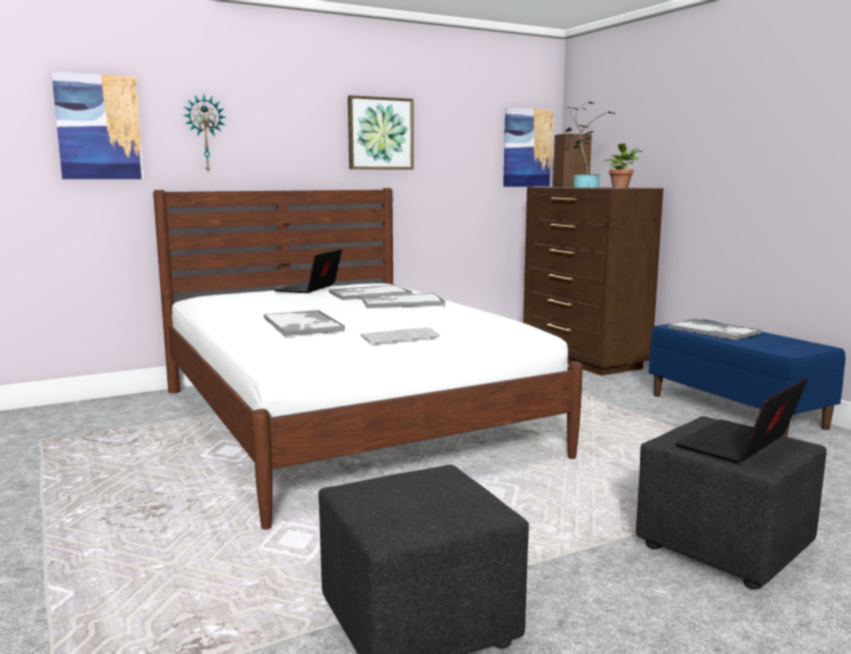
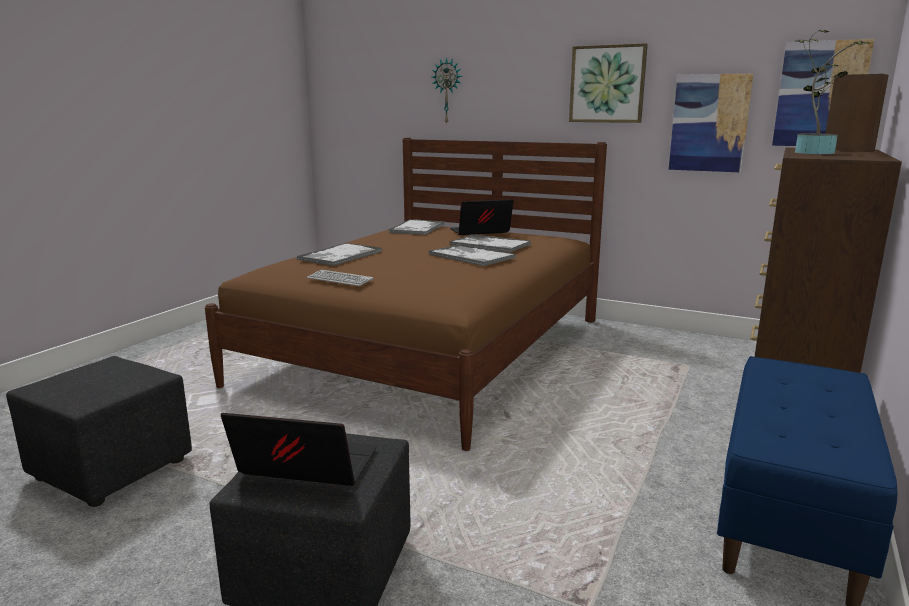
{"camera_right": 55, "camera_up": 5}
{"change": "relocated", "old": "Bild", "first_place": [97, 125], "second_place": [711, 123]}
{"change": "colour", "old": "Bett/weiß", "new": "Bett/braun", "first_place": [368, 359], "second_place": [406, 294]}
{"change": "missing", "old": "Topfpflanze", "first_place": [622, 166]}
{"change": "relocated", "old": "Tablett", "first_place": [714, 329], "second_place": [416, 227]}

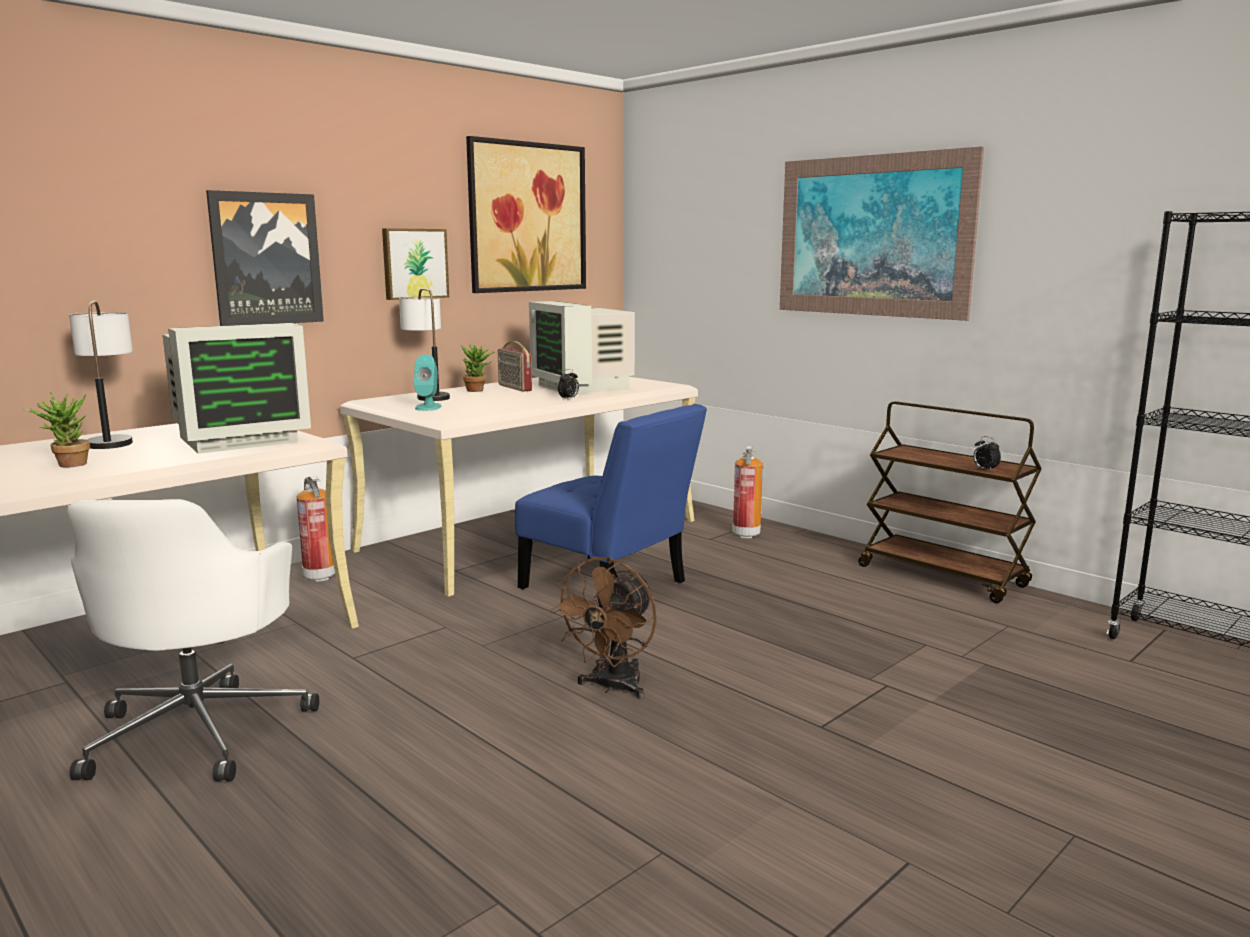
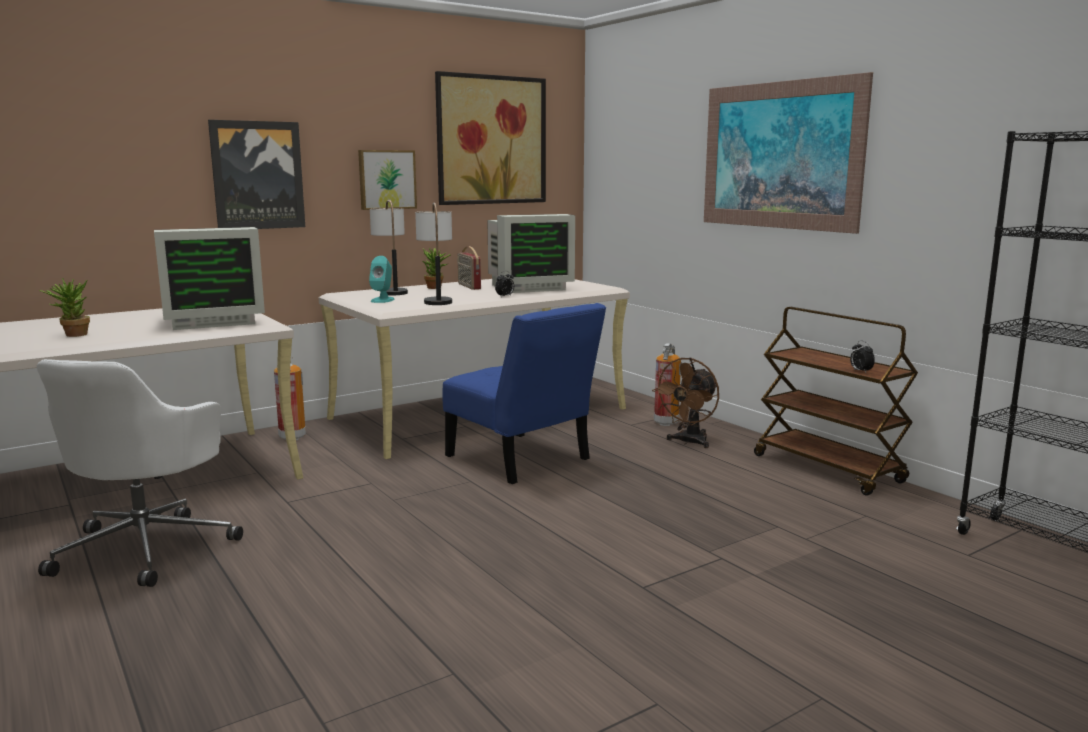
{"camera_right": 10, "camera_up": 0}
{"change": "relocated", "old": "Tischlampe", "first_place": [101, 375], "second_place": [433, 254]}
{"change": "spun", "old": "Monitor", "first_place": [582, 347], "second_place": [531, 253], "degrees": -90}
{"change": "relocated", "old": "Ventilator/braun", "first_place": [603, 628], "second_place": [685, 403]}

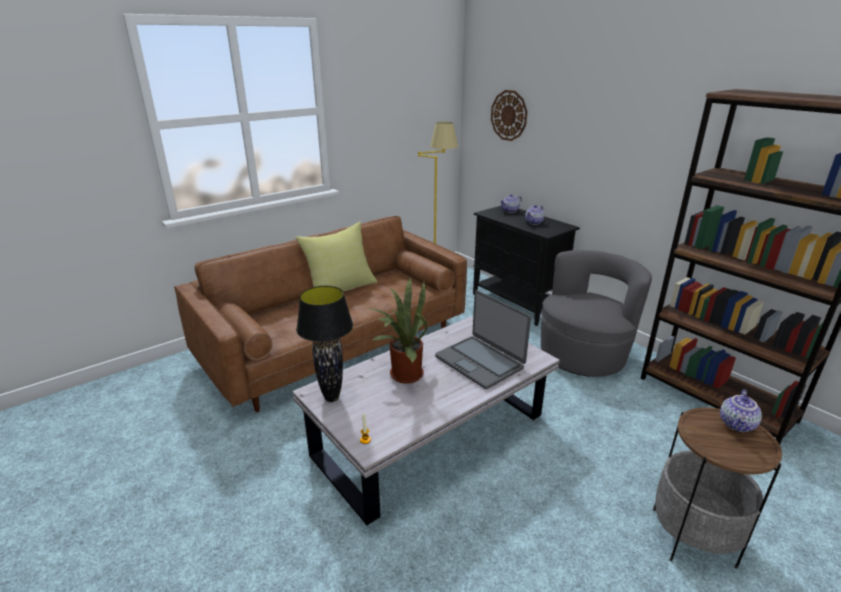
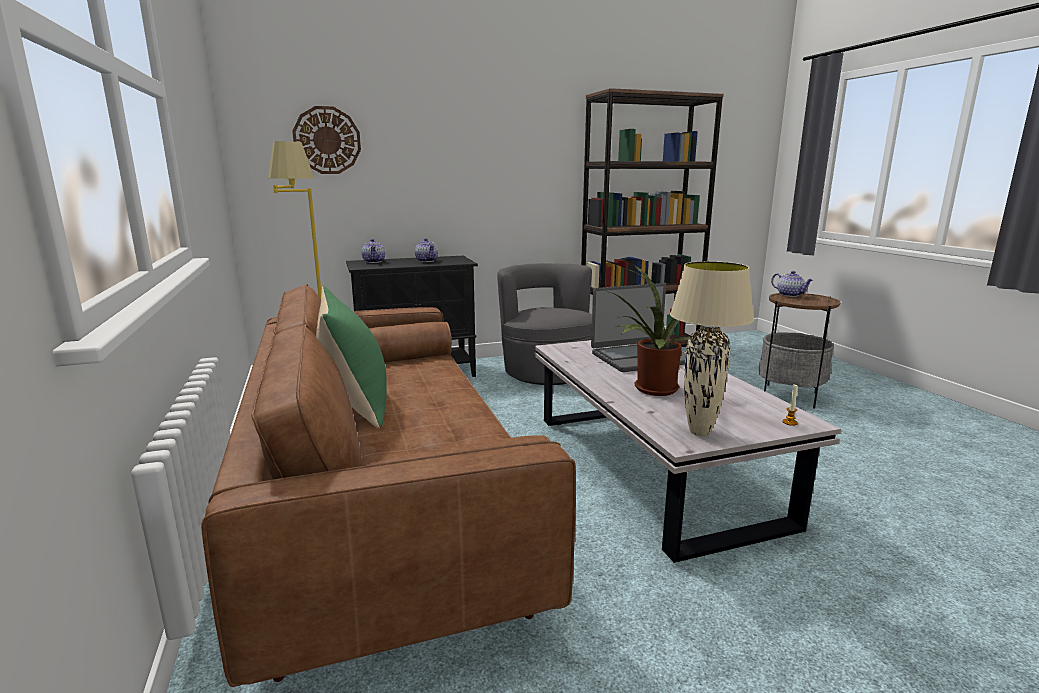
{"camera_right": -70, "camera_up": -10}
{"change": "colour", "old": "Kissen/gelb", "new": "Kissen/grün", "first_place": [337, 257], "second_place": [351, 357]}
{"change": "colour", "old": "Tischlampe/schwarz", "new": "Tischlampe/beige", "first_place": [324, 344], "second_place": [712, 348]}

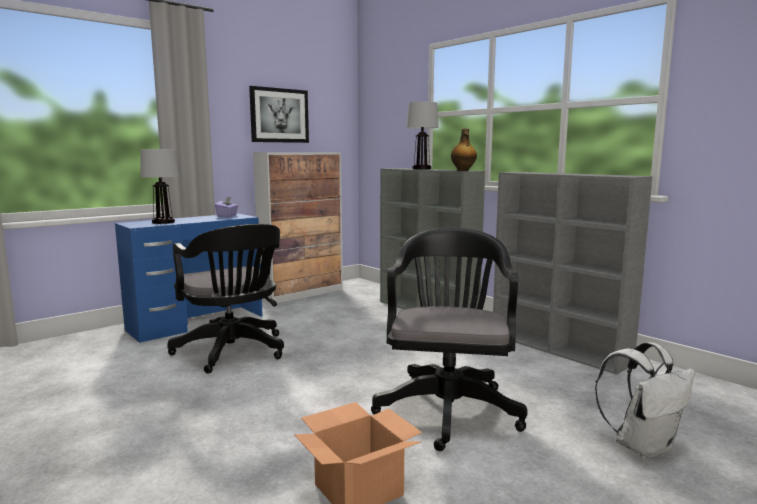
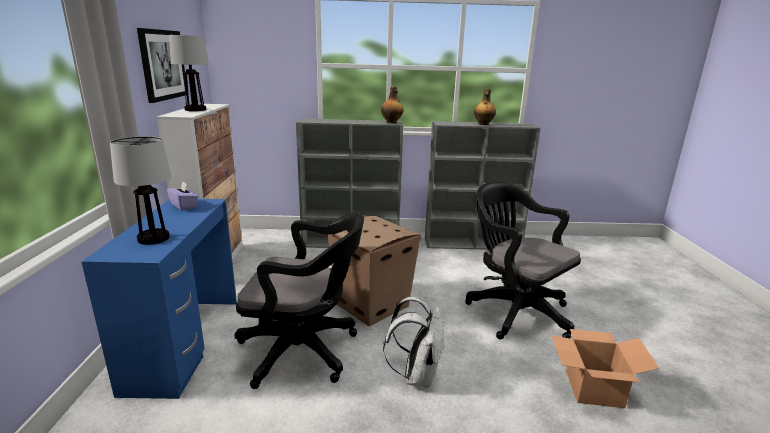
{"camera_right": -50, "camera_up": 10}
{"change": "relocated", "old": "Tischlampe", "first_place": [422, 135], "second_place": [189, 73]}
{"change": "relocated", "old": "Rucksack/weiß", "first_place": [645, 400], "second_place": [413, 342]}
{"change": "appeared", "new": "Karton", "second_place": [374, 271]}
{"change": "appeared", "new": "Flasche", "second_place": [485, 107]}

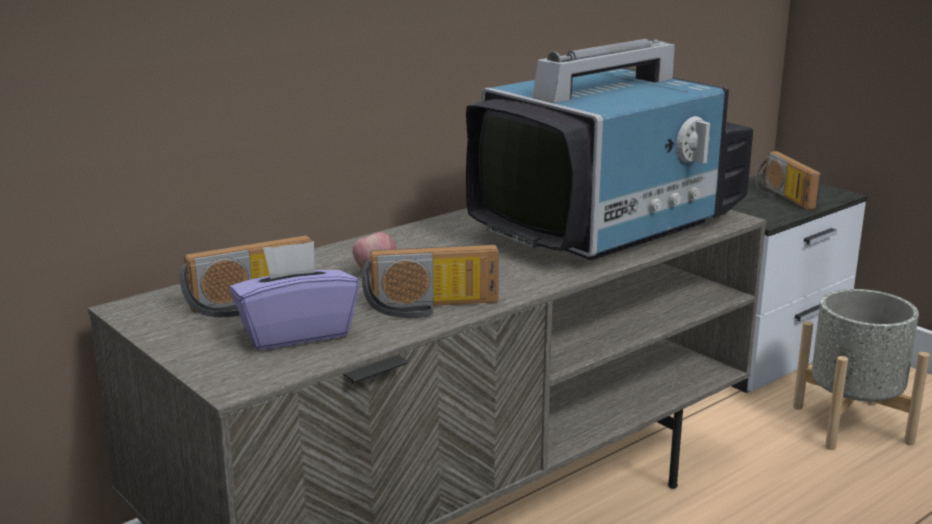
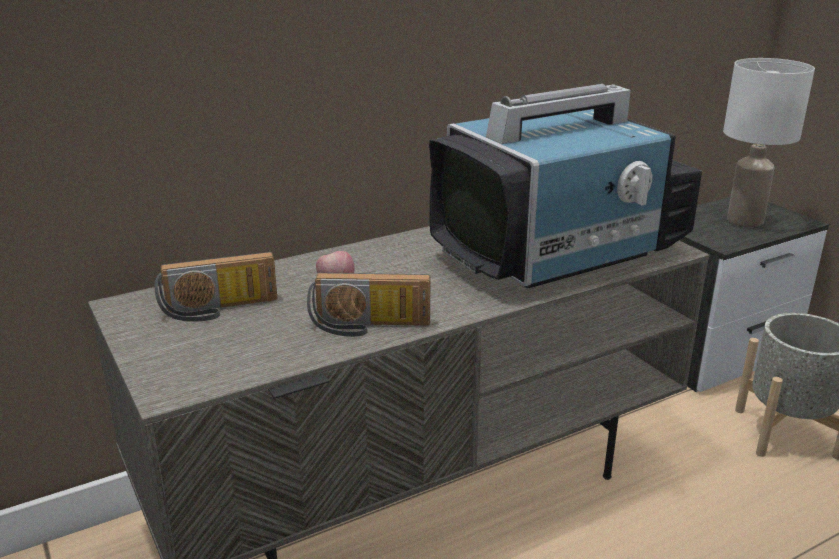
{"camera_right": 10, "camera_up": 5}
{"change": "missing", "old": "Taschentuchbox/lila", "first_place": [294, 295]}
{"change": "exchanged", "old": "Radio", "new": "Tischlampe/weiß", "first_place": [789, 180], "second_place": [769, 142]}

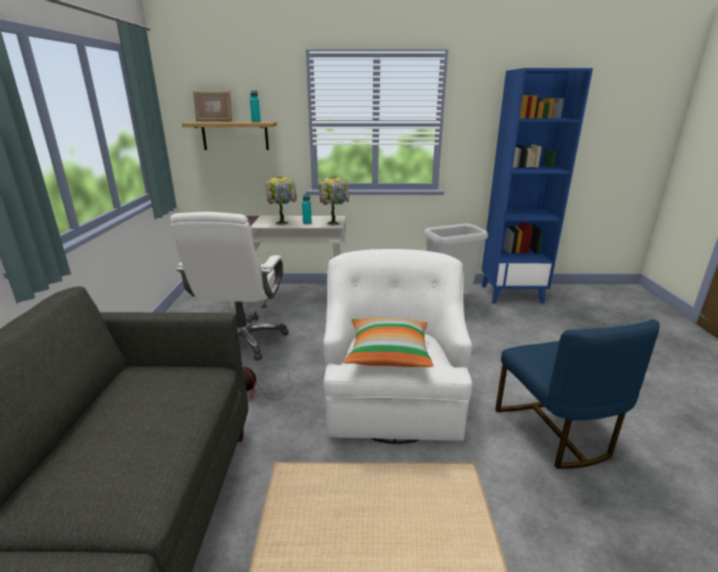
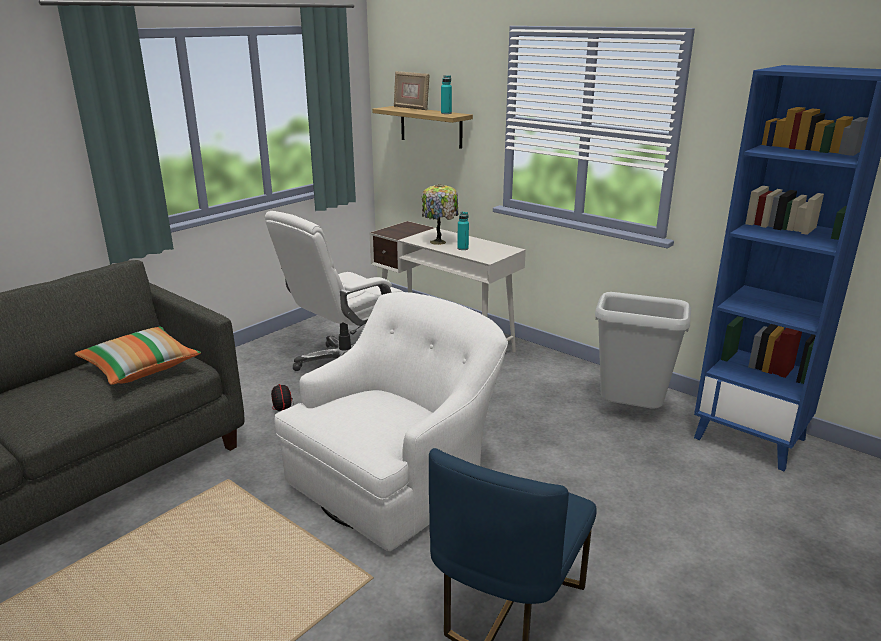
{"camera_right": 40, "camera_up": 0}
{"change": "missing", "old": "Tischlampe", "first_place": [334, 200]}
{"change": "relocated", "old": "Kissen", "first_place": [388, 342], "second_place": [138, 356]}

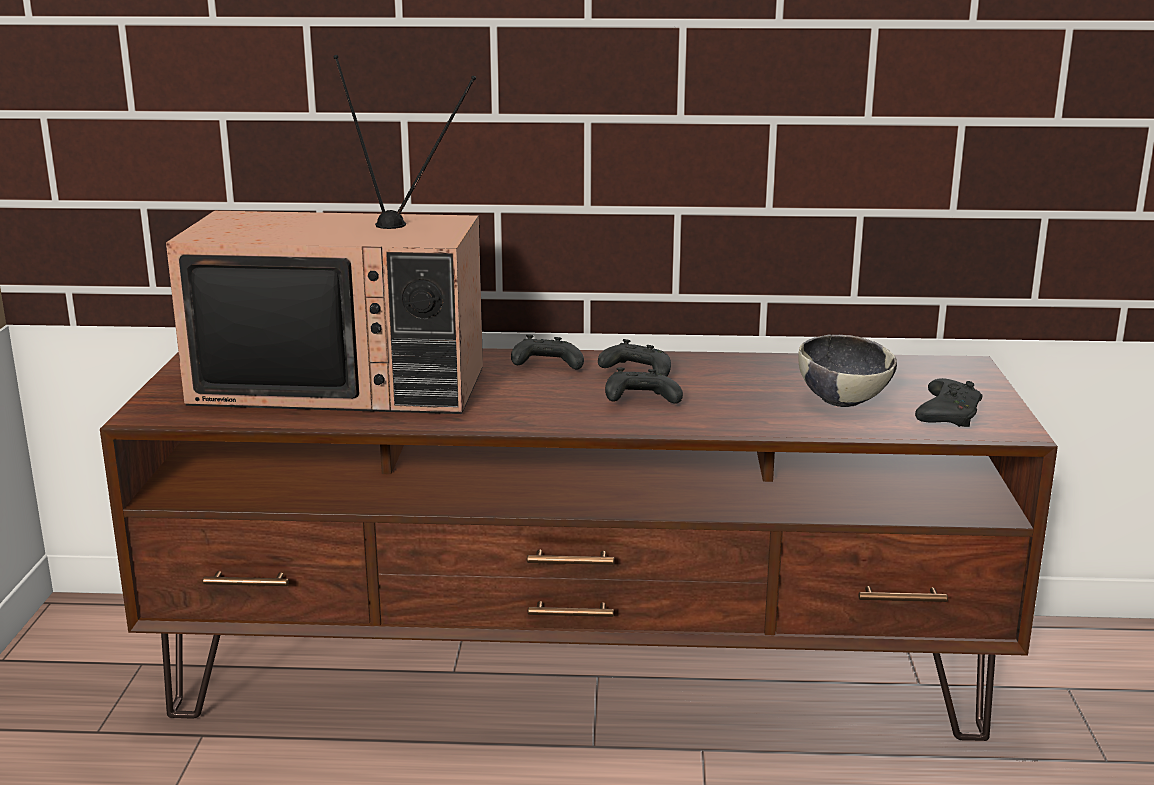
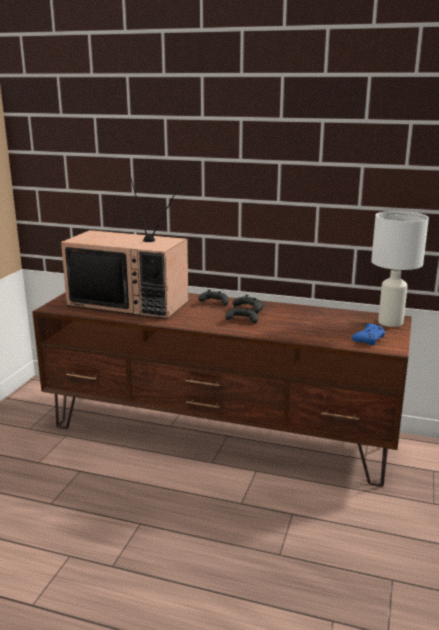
{"camera_right": 15, "camera_up": 0}
{"change": "missing", "old": "Schüssel", "first_place": [847, 370]}
{"change": "colour", "old": "Gamepad/schwarz", "new": "Gamepad/blau", "first_place": [949, 402], "second_place": [368, 334]}
{"change": "appeared", "new": "Tischlampe/weiß", "second_place": [400, 269]}

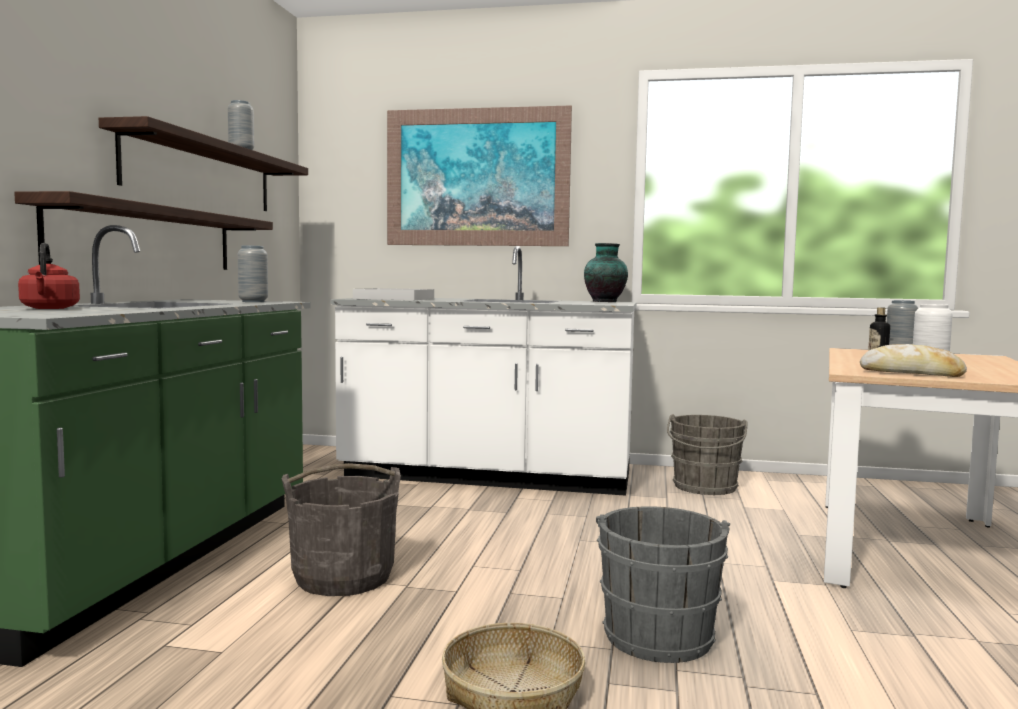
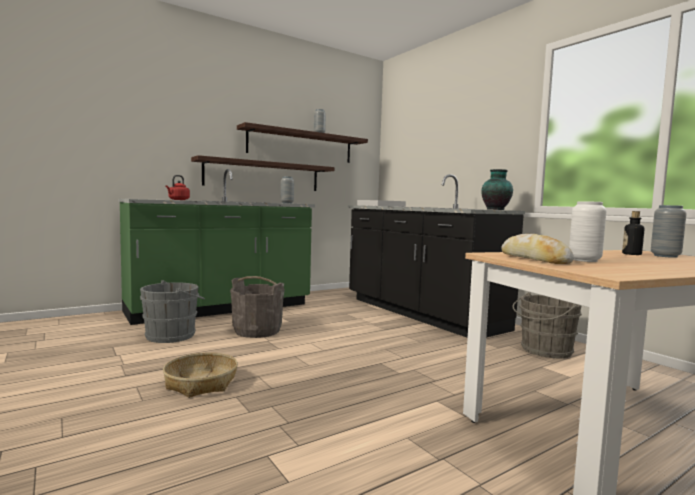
{"camera_right": 45, "camera_up": 0}
{"change": "colour", "old": "Küchenzeile/weiß", "new": "Küchenzeile/schwarz", "first_place": [483, 371], "second_place": [436, 256]}
{"change": "missing", "old": "Bild", "first_place": [479, 175]}
{"change": "relocated", "old": "Eimer/grau", "first_place": [663, 584], "second_place": [172, 311]}

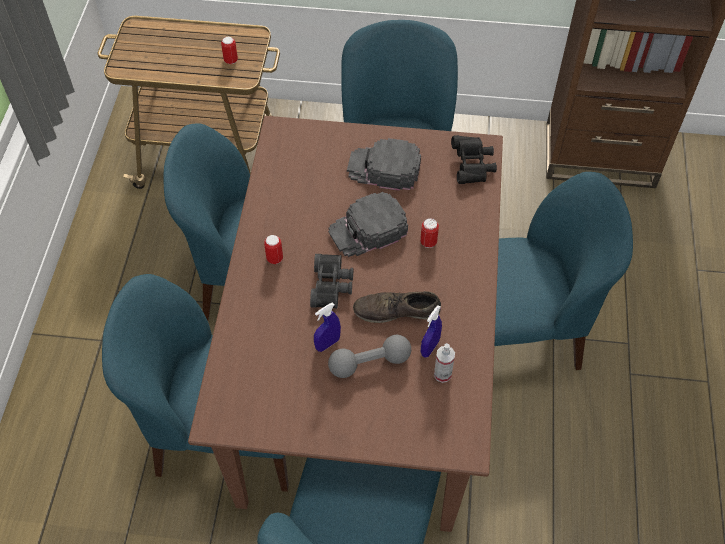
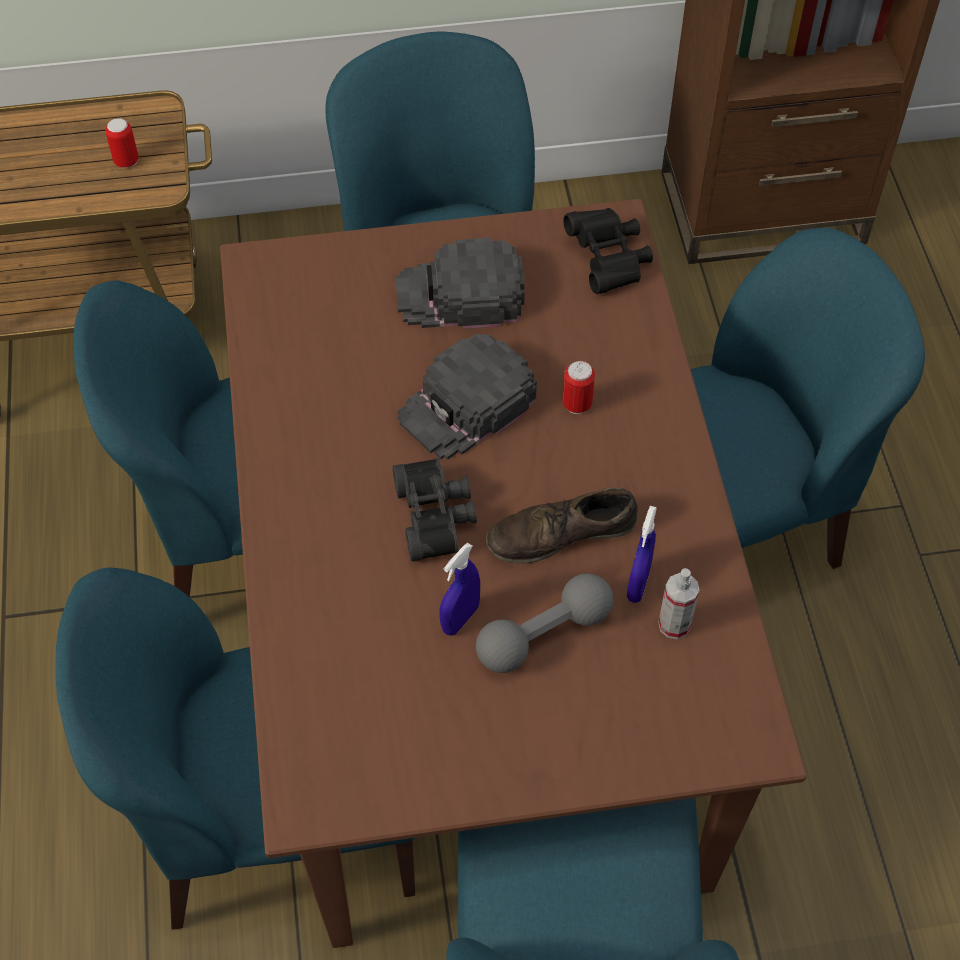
{"camera_right": -15, "camera_up": 0}
{"change": "missing", "old": "Dose", "first_place": [273, 249]}

